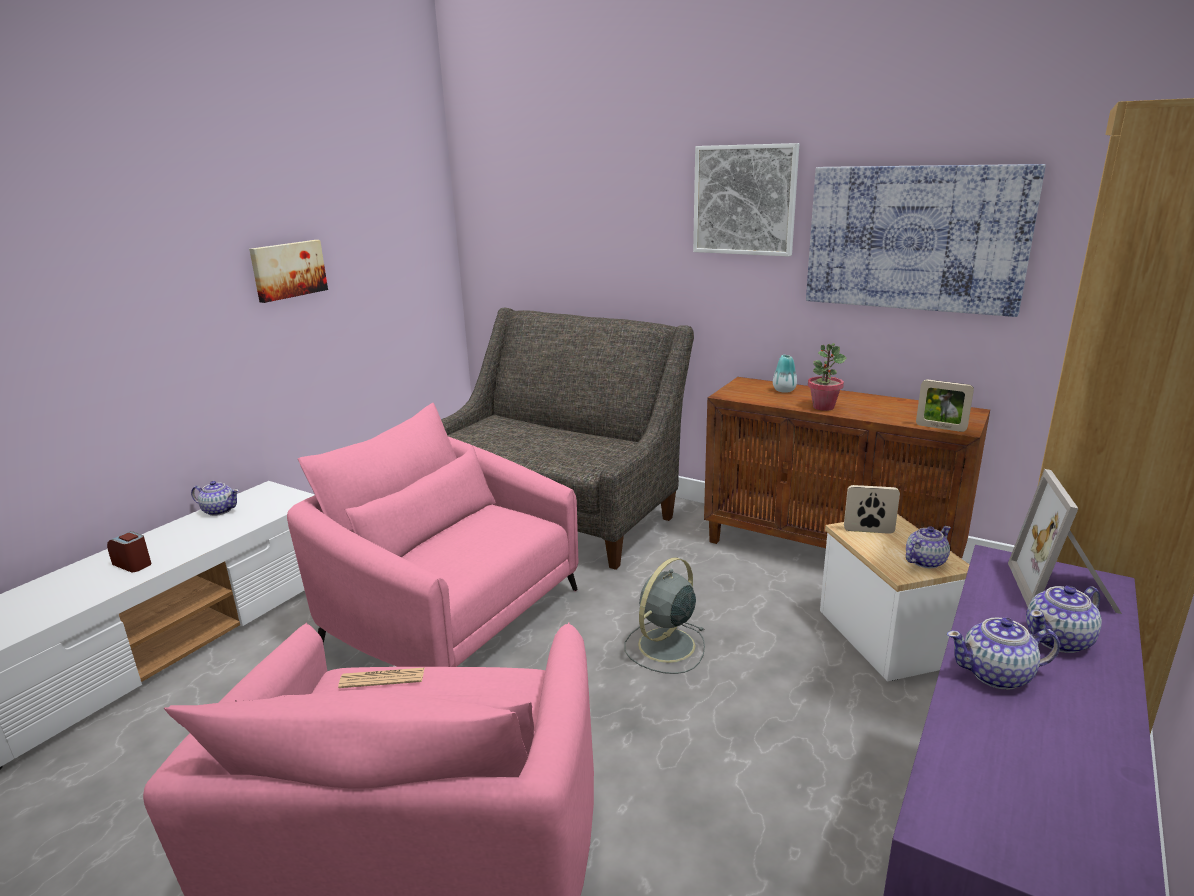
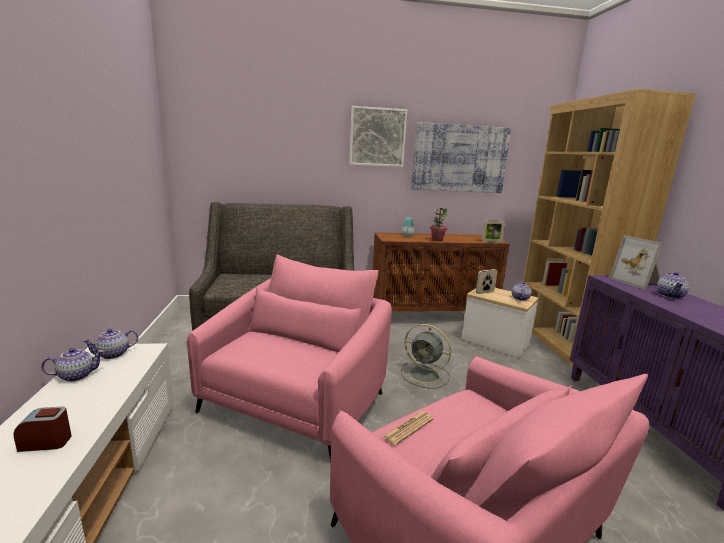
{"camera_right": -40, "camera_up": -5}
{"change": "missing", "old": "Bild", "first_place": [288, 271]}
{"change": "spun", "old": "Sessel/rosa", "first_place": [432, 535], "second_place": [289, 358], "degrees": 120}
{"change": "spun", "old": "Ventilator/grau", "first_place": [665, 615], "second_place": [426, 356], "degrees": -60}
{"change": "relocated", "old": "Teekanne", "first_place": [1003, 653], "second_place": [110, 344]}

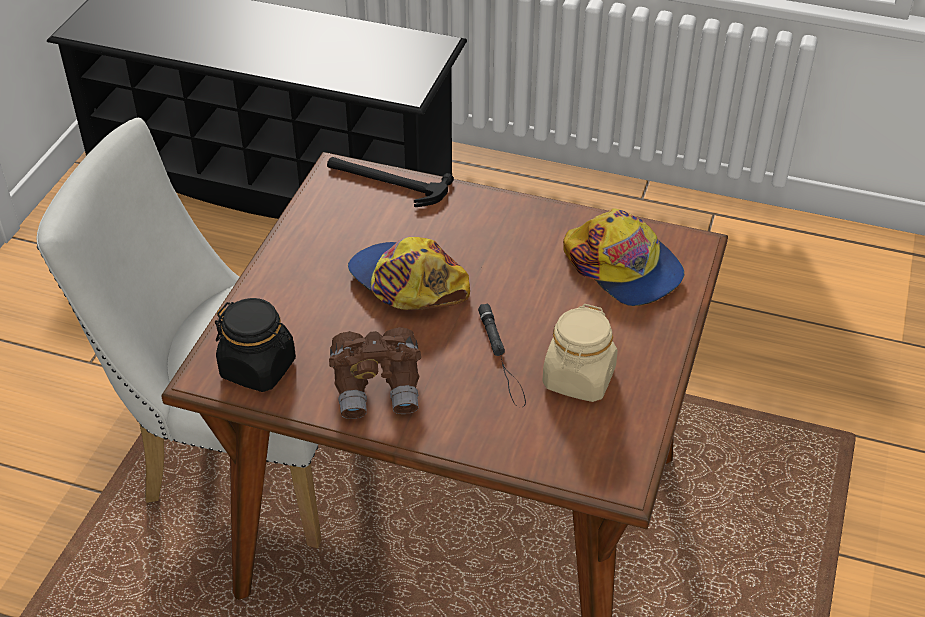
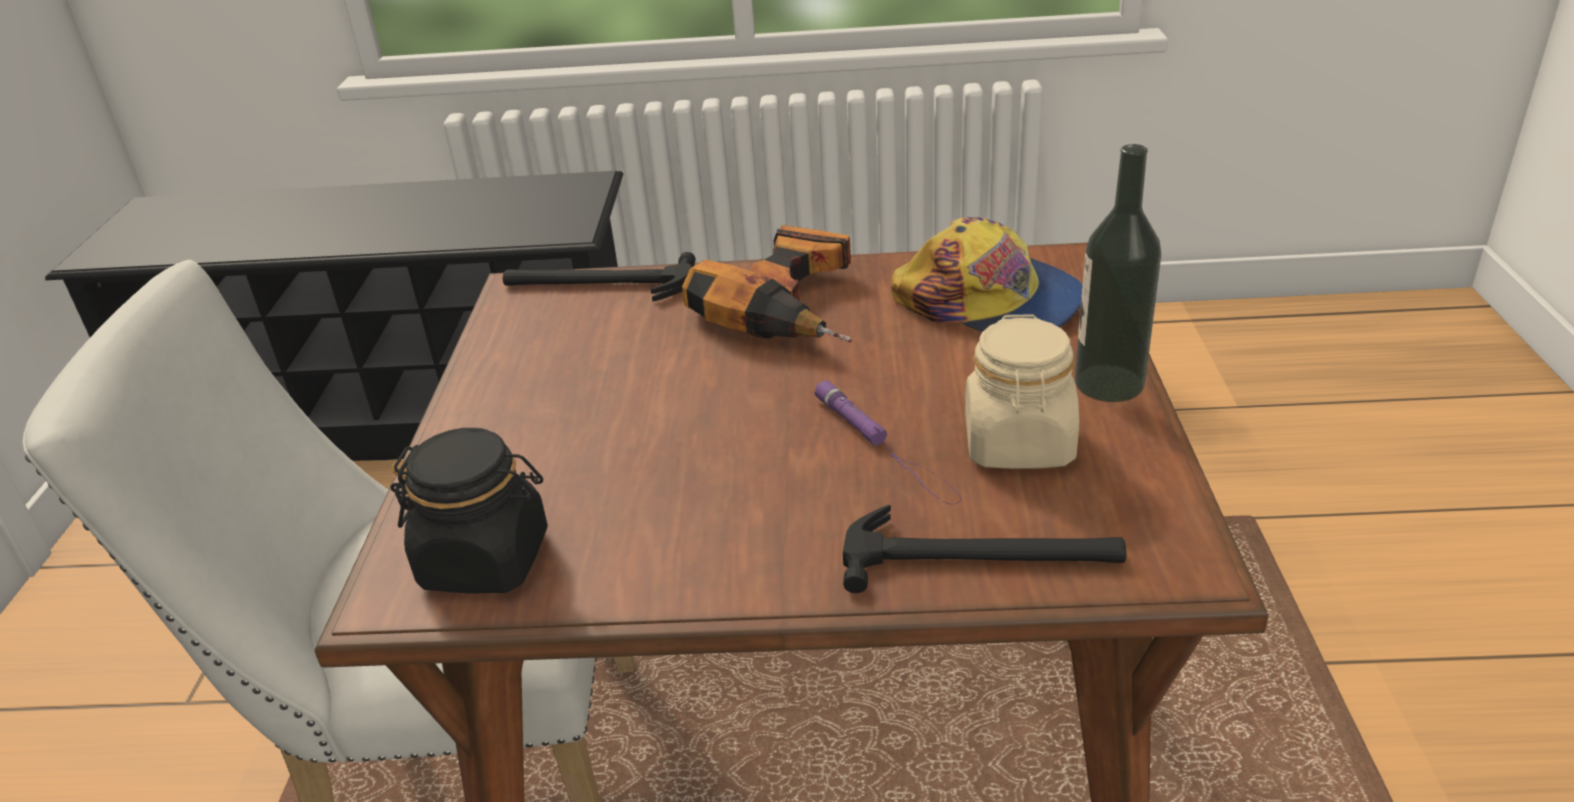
{"camera_right": -15, "camera_up": -10}
{"change": "missing", "old": "Fernglas/braun", "first_place": [375, 373]}
{"change": "missing", "old": "Kappe", "first_place": [409, 273]}
{"change": "colour", "old": "Taschenlampe/schwarz", "new": "Taschenlampe/lila", "first_place": [502, 355], "second_place": [888, 442]}
{"change": "appeared", "new": "Bohrmaschine", "second_place": [767, 283]}
{"change": "appeared", "new": "Hammer", "second_place": [984, 549]}
{"change": "appeared", "new": "Flasche", "second_place": [1118, 273]}

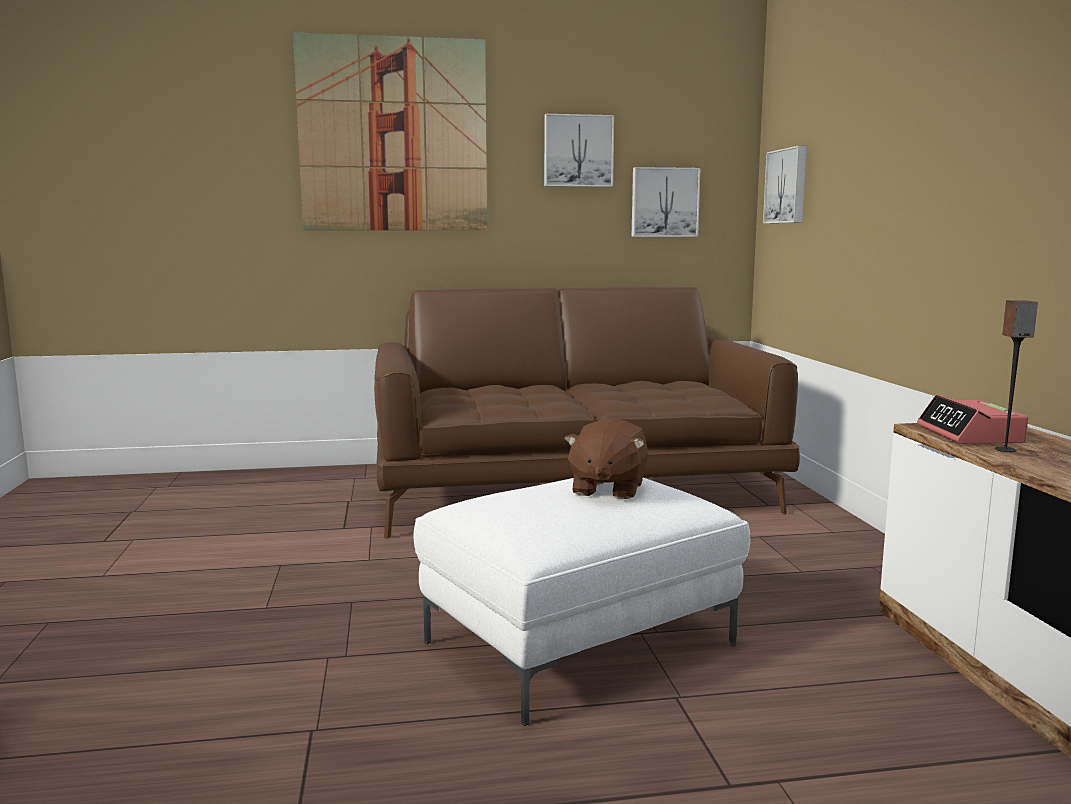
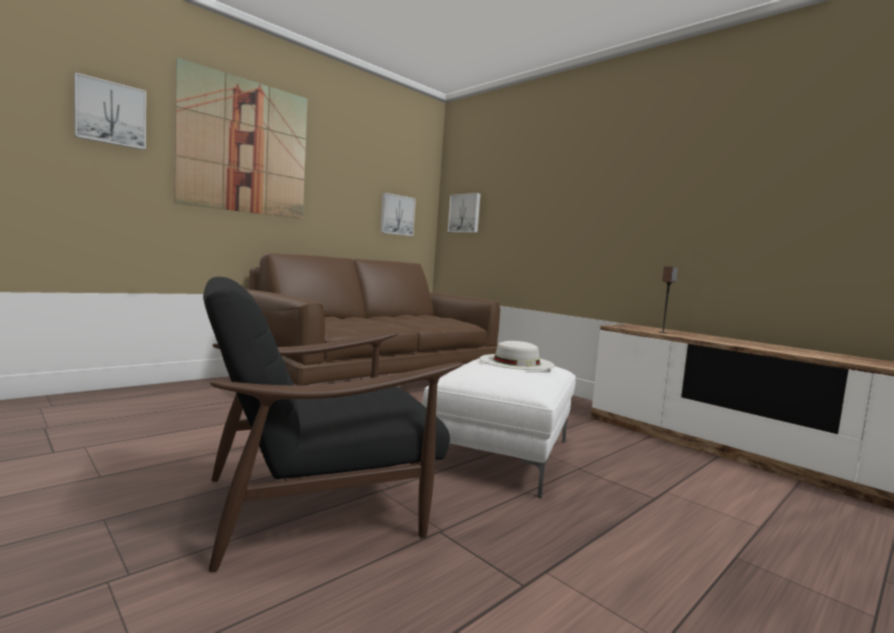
{"camera_right": -35, "camera_up": -5}
{"change": "relocated", "old": "Bild", "first_place": [579, 150], "second_place": [110, 111]}
{"change": "exchanged", "old": "Plüschtier/braun", "new": "Hut/weiß", "first_place": [606, 458], "second_place": [517, 355]}
{"change": "missing", "old": "Wecker", "first_place": [972, 419]}
{"change": "appeared", "new": "Sessel/schwarz", "second_place": [332, 424]}

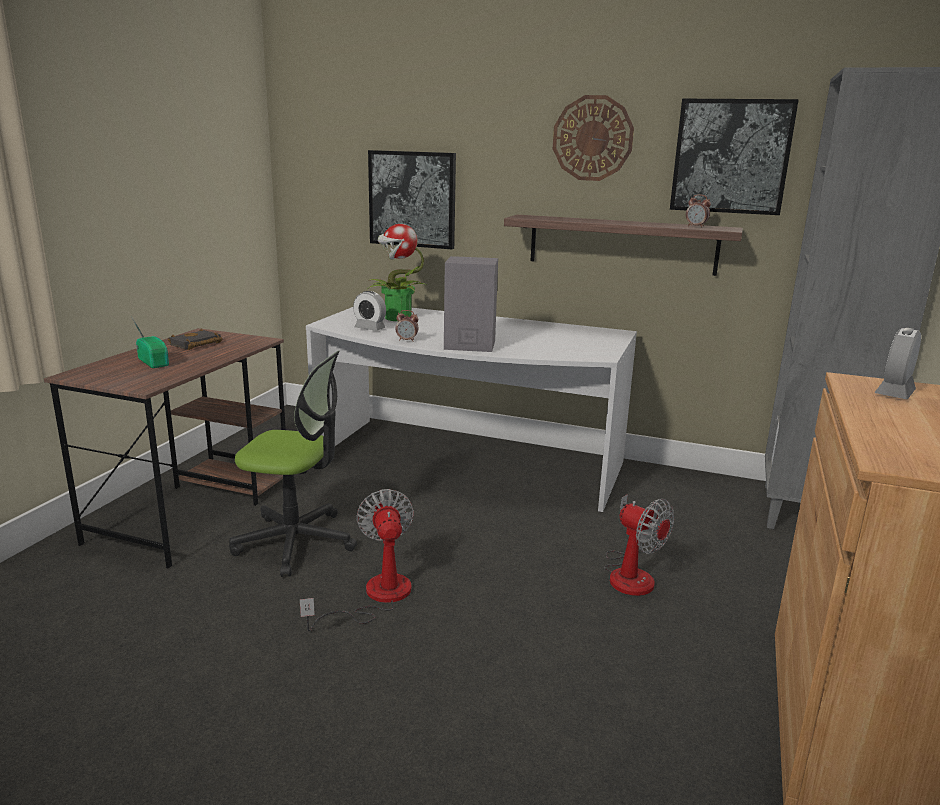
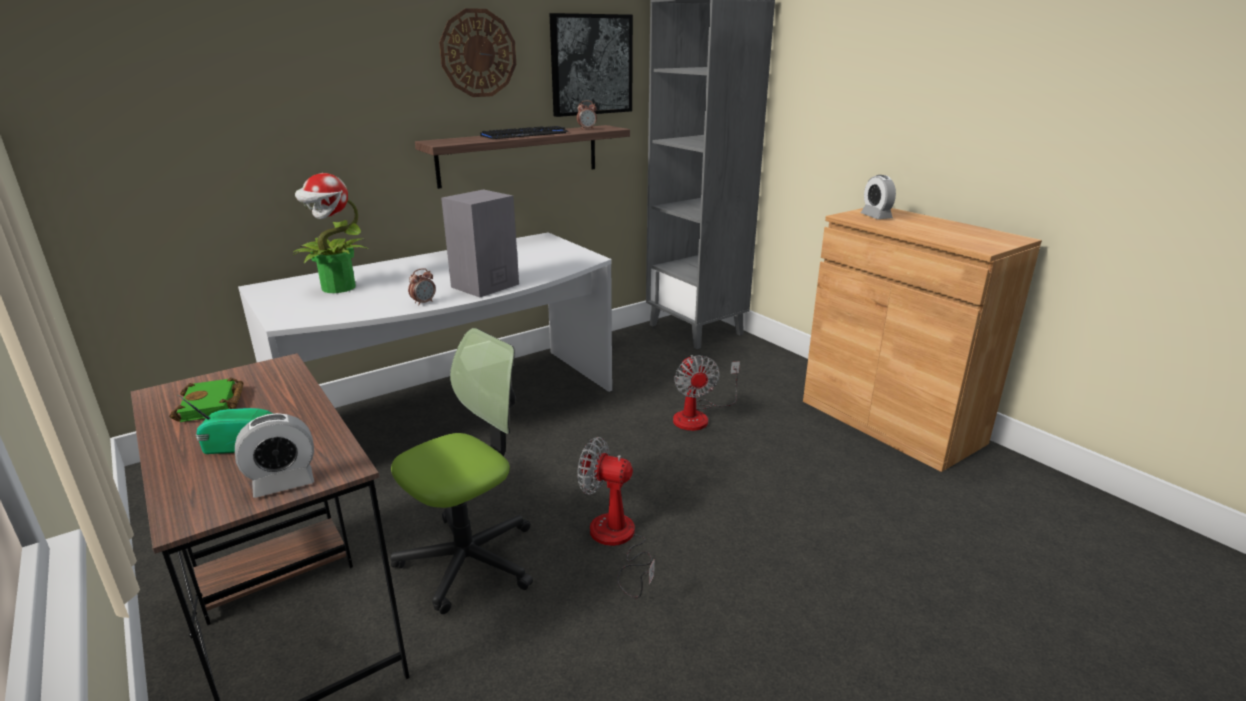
{"camera_right": -55, "camera_up": 5}
{"change": "colour", "old": "Buch/schwarz", "new": "Buch/grün", "first_place": [195, 339], "second_place": [207, 400]}
{"change": "relocated", "old": "Wecker", "first_place": [369, 311], "second_place": [274, 455]}
{"change": "missing", "old": "Bild", "first_place": [412, 199]}
{"change": "spun", "old": "Ventilator", "first_place": [639, 545], "second_place": [706, 393], "degrees": 90}
{"change": "appeared", "new": "Tastatur", "second_place": [524, 132]}

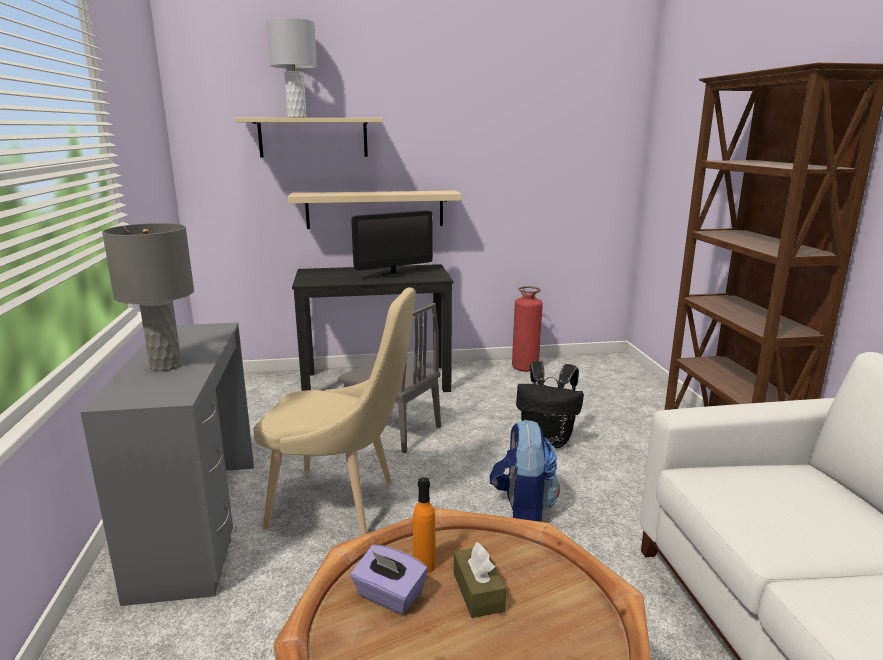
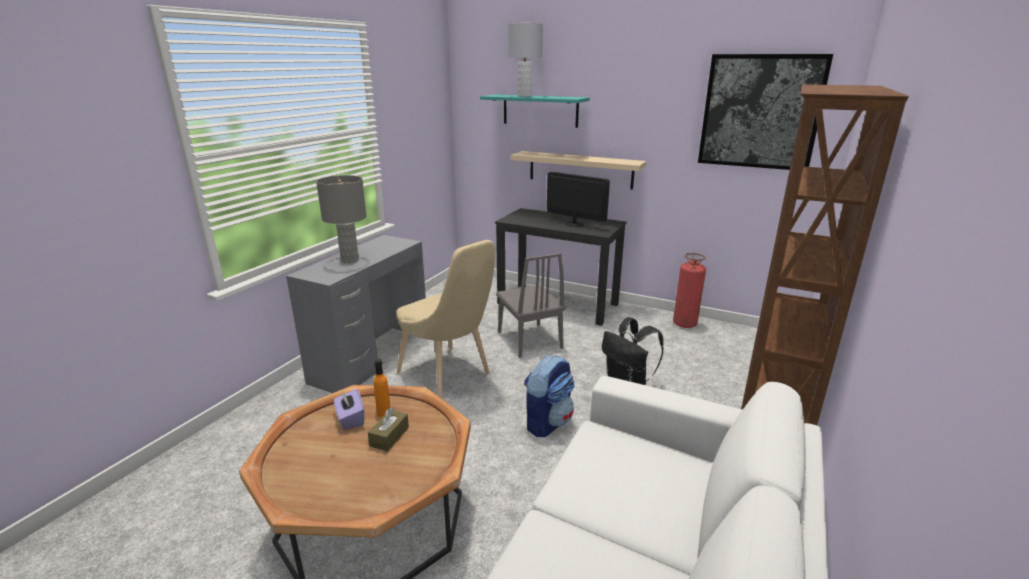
{"camera_right": 35, "camera_up": 5}
{"change": "colour", "old": "Wandregal/beige", "new": "Wandregal/türkis", "first_place": [309, 138], "second_place": [535, 111]}
{"change": "spun", "old": "Monitor", "first_place": [392, 244], "second_place": [578, 199], "degrees": -150}
{"change": "appeared", "new": "Bild", "second_place": [765, 112]}

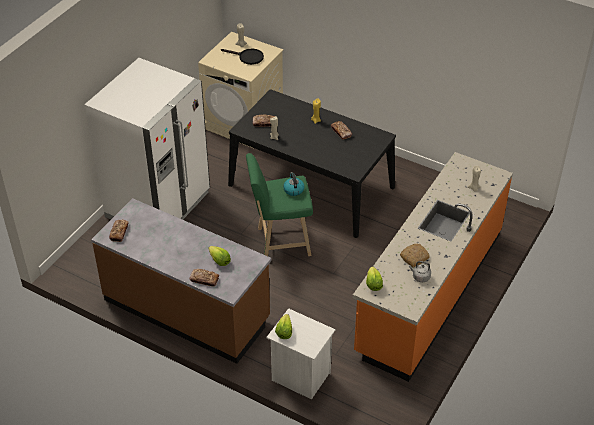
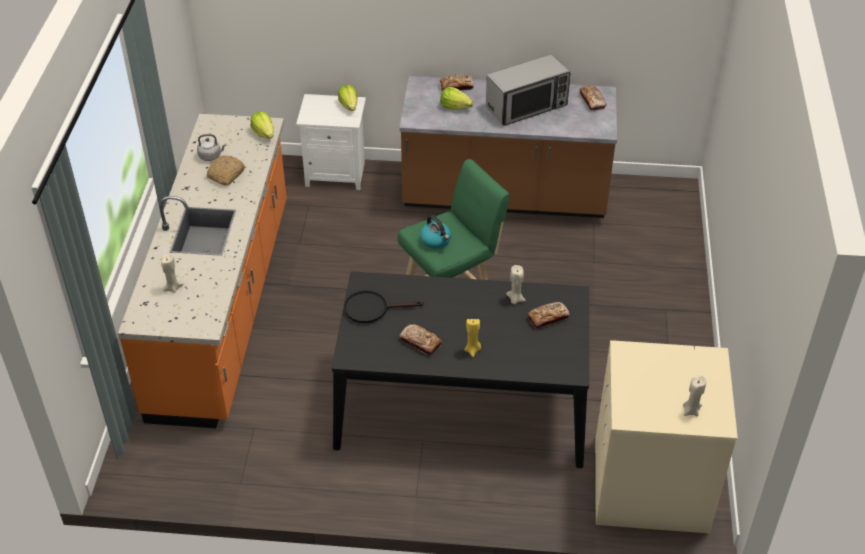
{"camera_right": 155, "camera_up": 0}
{"change": "missing", "old": "Kühlschrank/weiß", "first_place": [147, 139]}
{"change": "relocated", "old": "Pfanne/schwarz", "first_place": [242, 57], "second_place": [384, 307]}
{"change": "appeared", "new": "Mikrowelle", "second_place": [528, 90]}

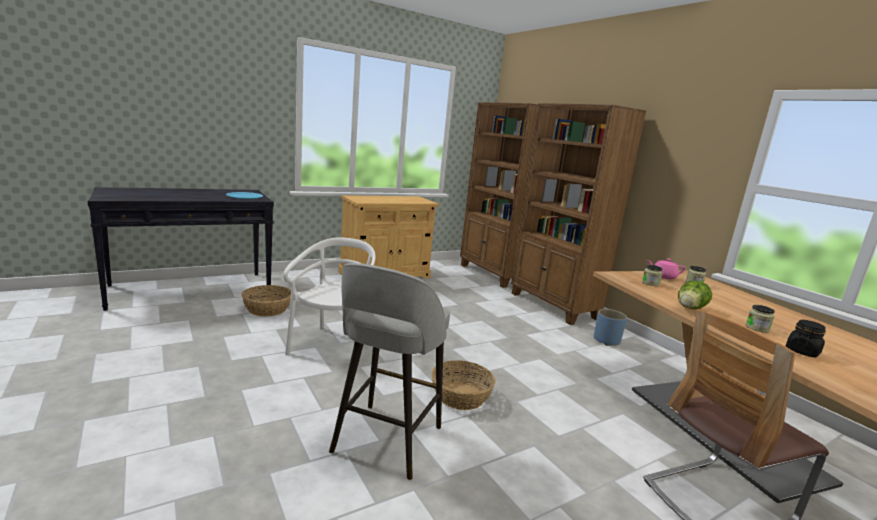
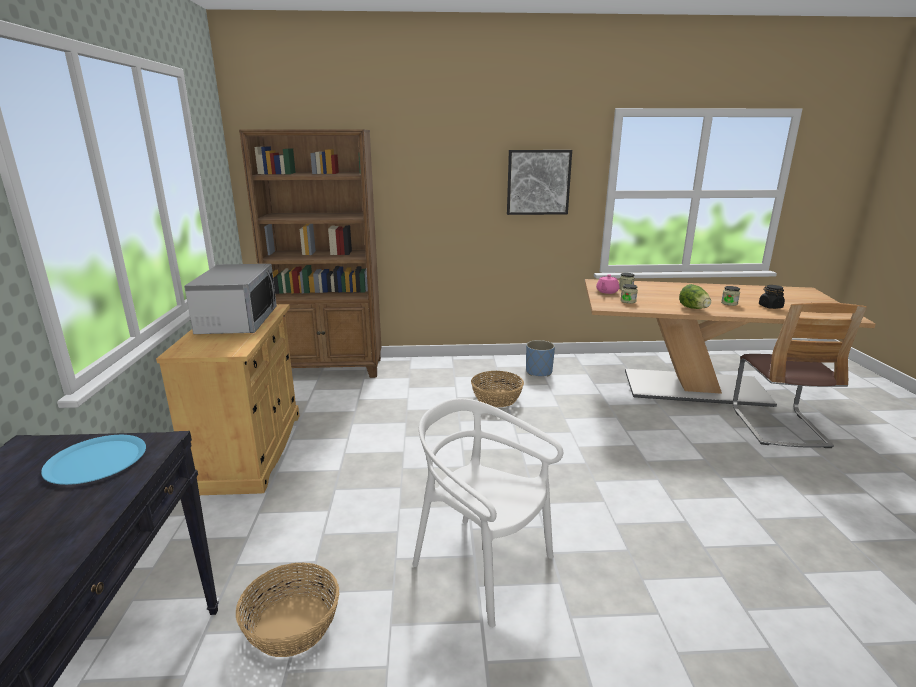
{"camera_right": -60, "camera_up": 5}
{"change": "missing", "old": "Hocker/grau", "first_place": [389, 371]}
{"change": "relocated", "old": "Korb", "first_place": [463, 385], "second_place": [497, 389]}
{"change": "missing", "old": "Bücherregal/braun", "first_place": [579, 214]}
{"change": "appeared", "new": "Mikrowelle", "second_place": [230, 299]}
{"change": "appeared", "new": "Bild", "second_place": [539, 182]}

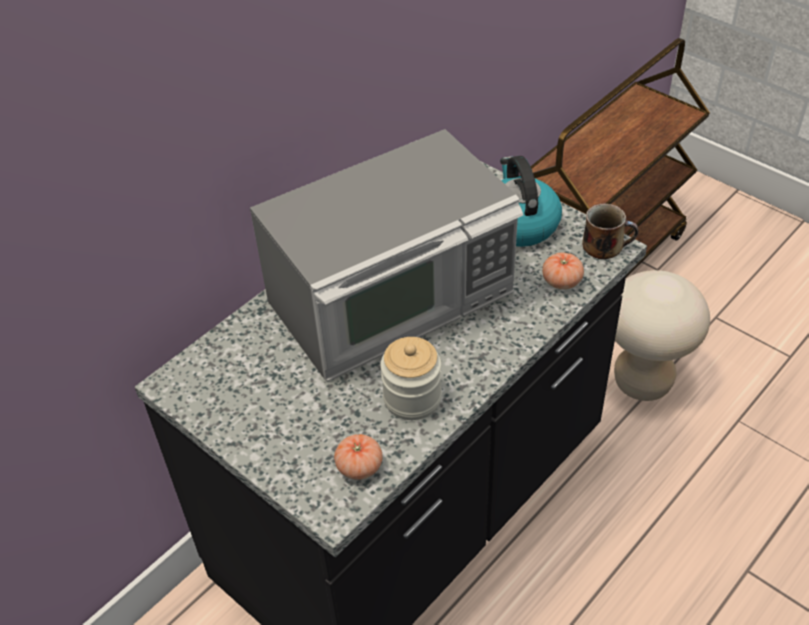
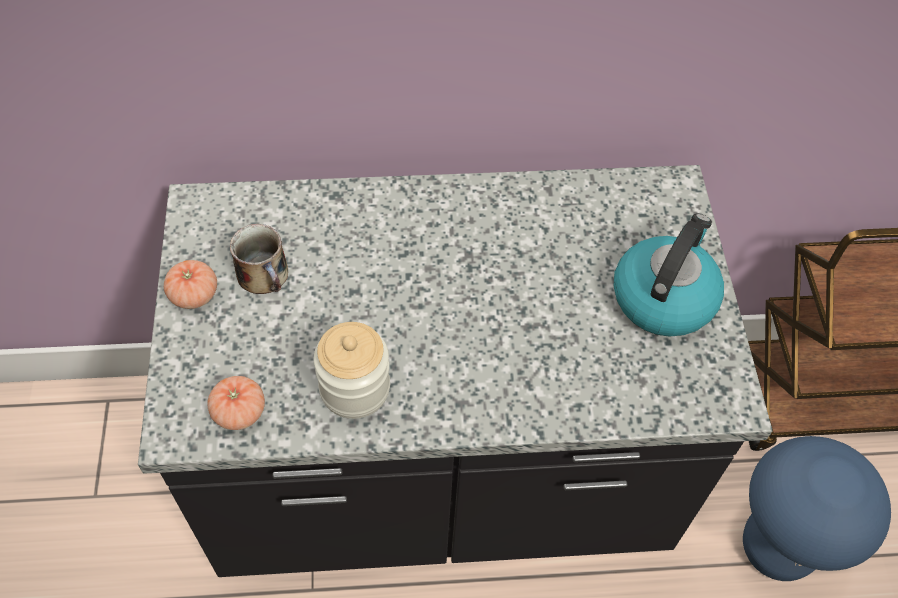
{"camera_right": 40, "camera_up": 10}
{"change": "missing", "old": "Mikrowelle", "first_place": [386, 255]}
{"change": "relocated", "old": "Tomate", "first_place": [563, 270], "second_place": [190, 284]}
{"change": "relocated", "old": "Henkelbecher", "first_place": [610, 231], "second_place": [259, 259]}
{"change": "colour", "old": "Hocker/beige", "new": "Hocker/blau", "first_place": [662, 335], "second_place": [817, 508]}

